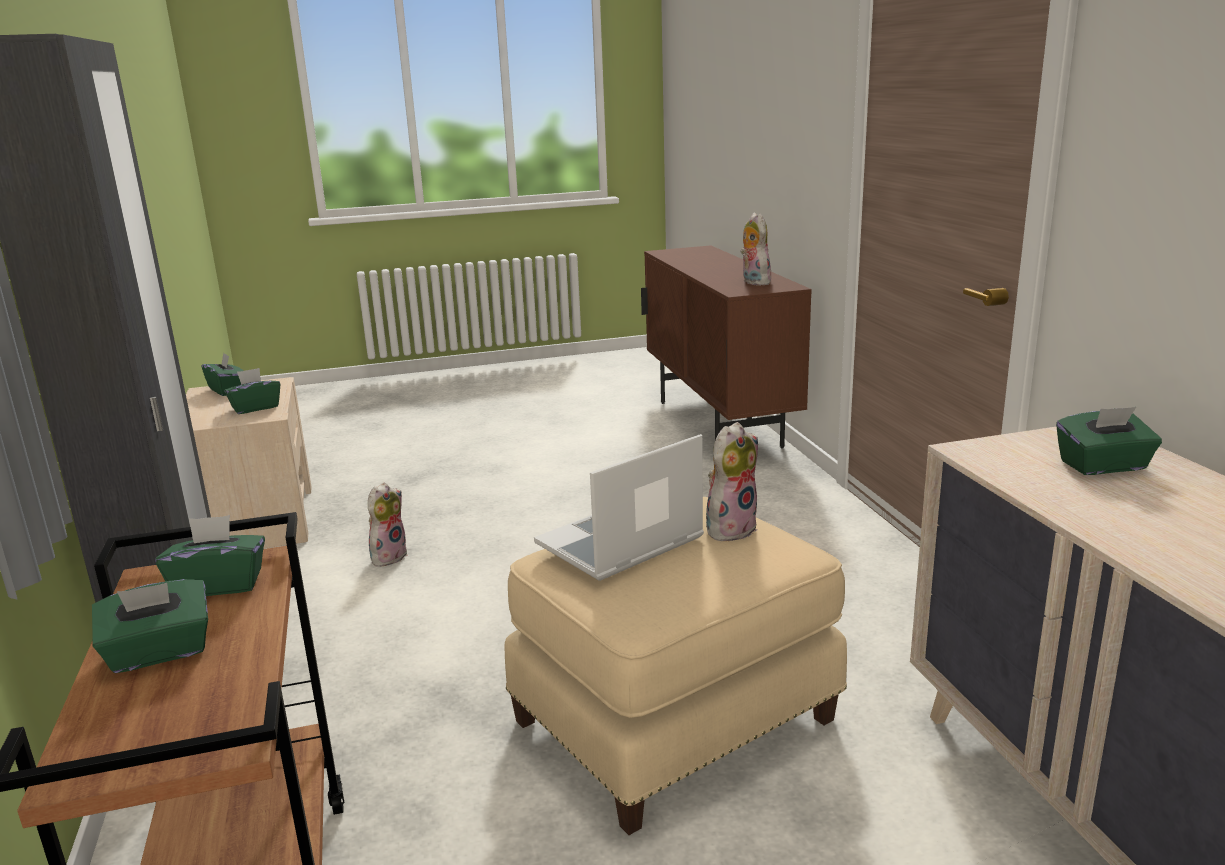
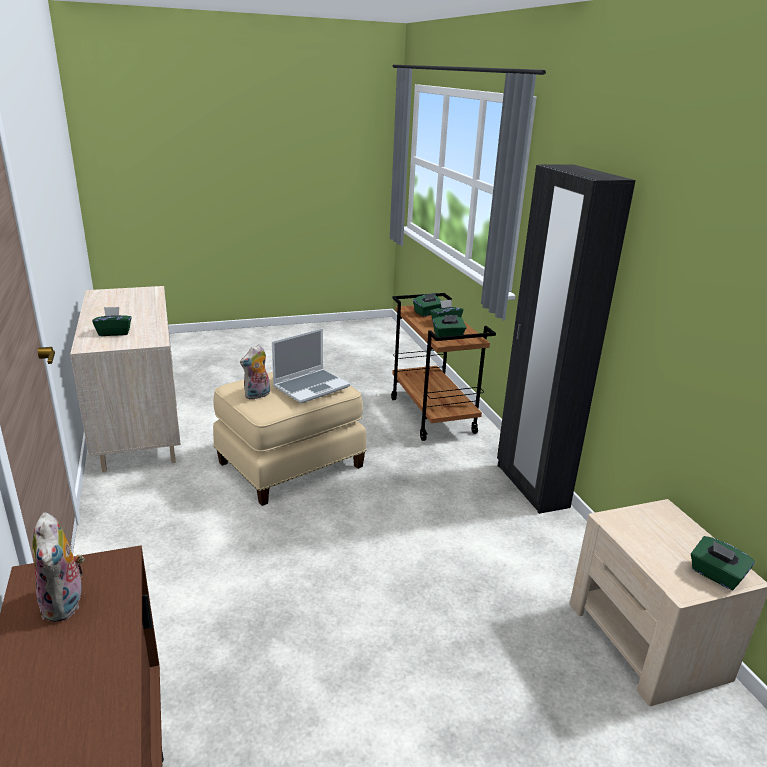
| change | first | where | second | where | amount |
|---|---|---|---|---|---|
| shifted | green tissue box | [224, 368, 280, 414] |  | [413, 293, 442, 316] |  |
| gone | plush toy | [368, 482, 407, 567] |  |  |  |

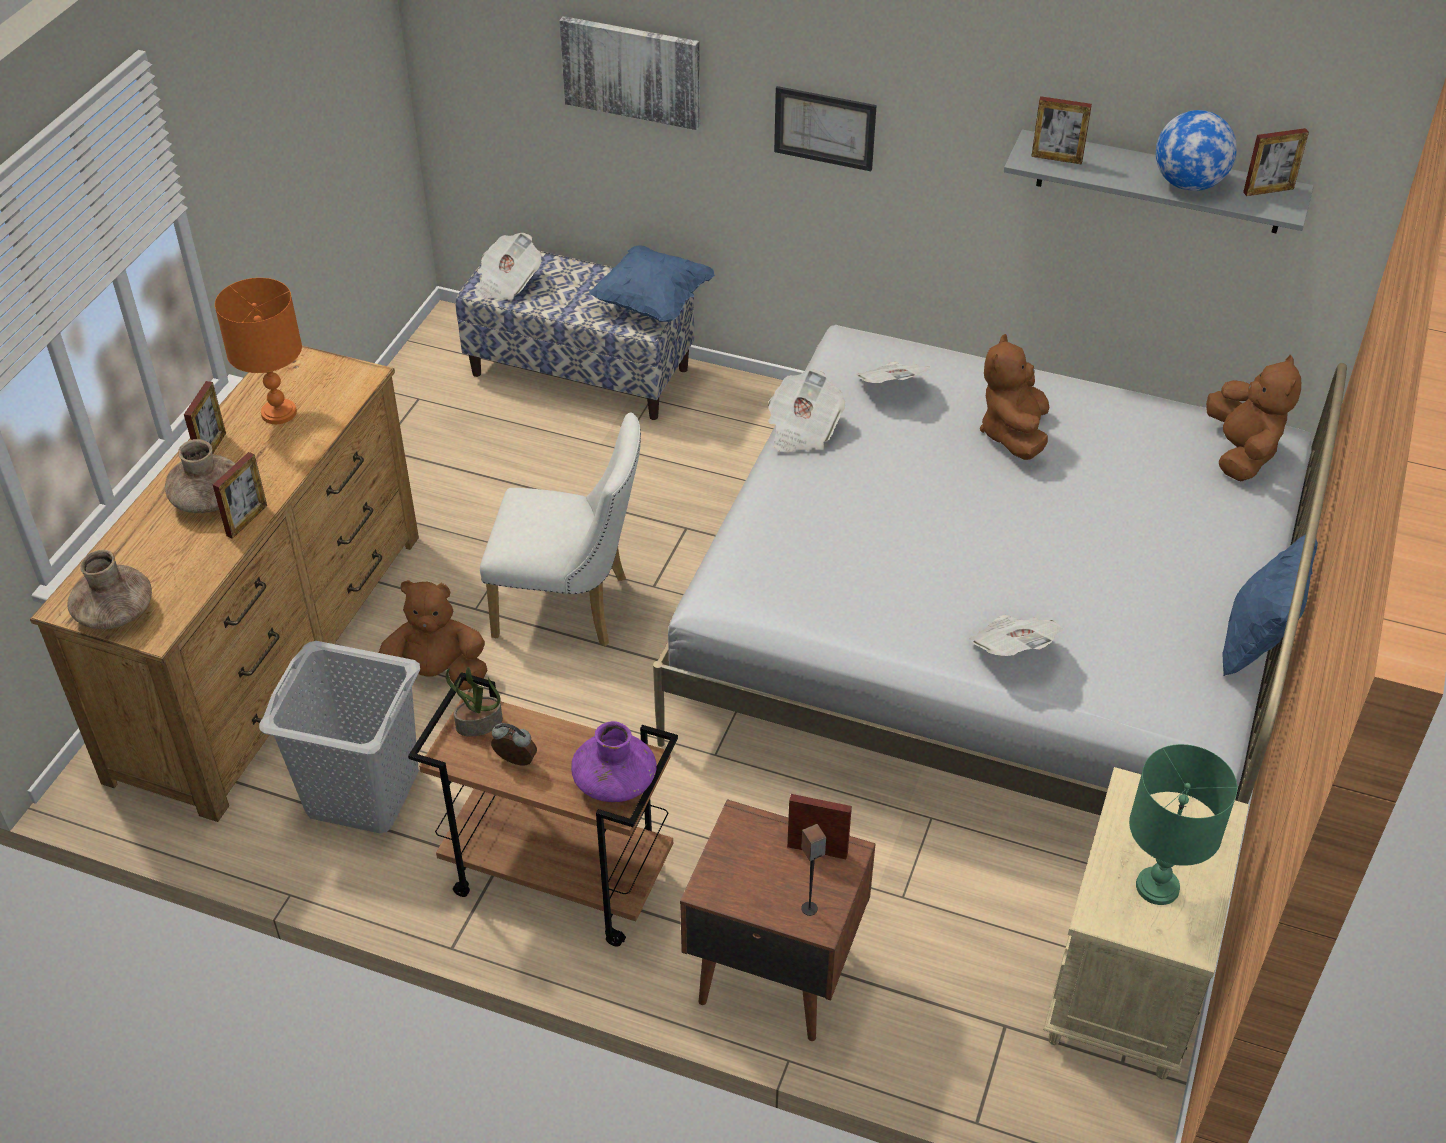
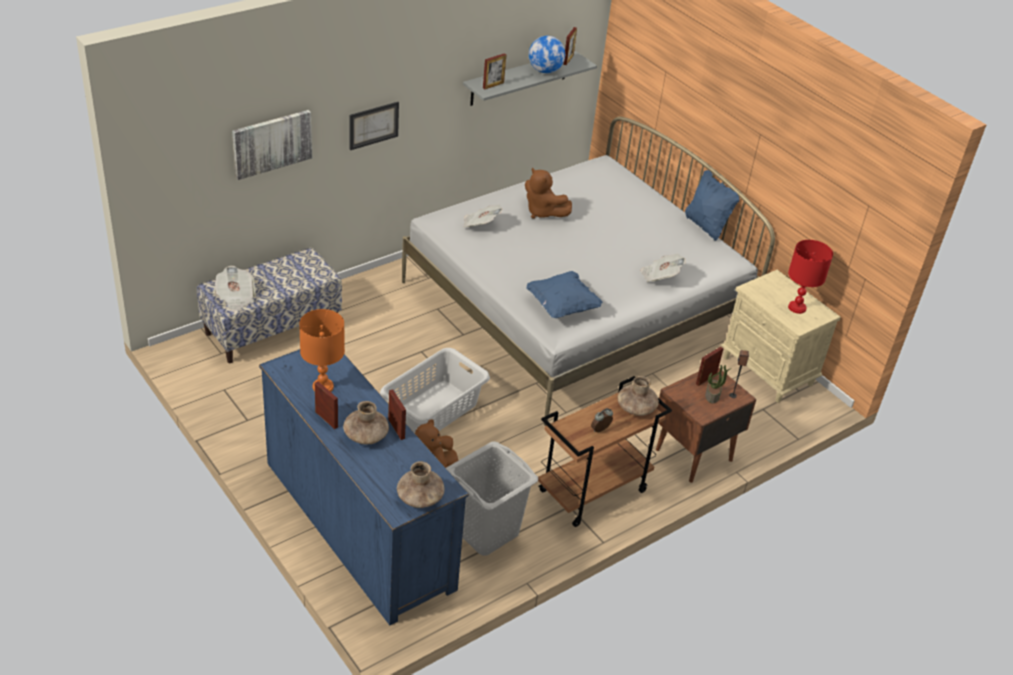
| change | first | where | second | where | amount |
|---|---|---|---|---|---|
| shifted | blue pillow | [589, 245, 716, 322] |  | [526, 271, 603, 318] |  |
| repainted | brown dresser | [30, 346, 419, 822] | blue dresser | [259, 349, 469, 625] |  |
| gone | brown plush toy | [1206, 355, 1301, 481] |  |  |  |
| gone | newspaper | [768, 369, 845, 452] |  |  |  |
| swapped | white chair | [480, 412, 641, 647] | grey laundry basket | [380, 348, 490, 433] |  |
| shifted | potted plant | [446, 667, 503, 737] |  | [705, 365, 732, 403] |  |
| repainted | purple vase | [571, 721, 657, 802] | brown vase | [617, 376, 659, 416] |  |
| repainted | green table lamp | [1129, 744, 1237, 905] | red table lamp | [788, 240, 833, 314] |  |

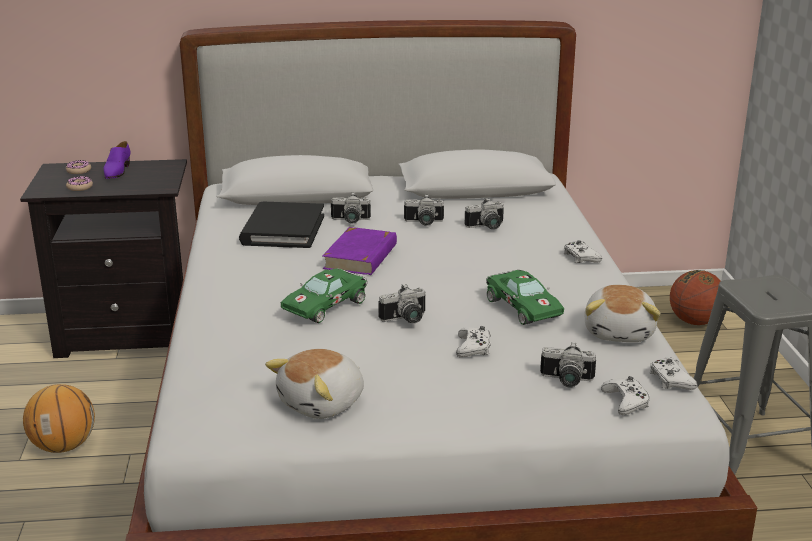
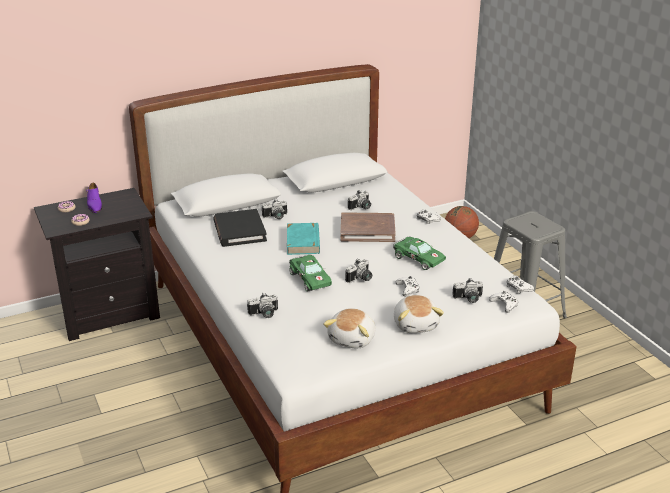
| change | first | where | second | where | amount |
|---|---|---|---|---|---|
| shifted | photo camera | [404, 194, 444, 226] |  | [247, 292, 278, 318] |  |
| repainted | purple book | [322, 227, 397, 275] | turquoise book | [287, 223, 320, 255] |  |
| rotated | green toy car | [281, 268, 367, 323] |  | [289, 254, 332, 292] | 45 degrees counterclockwise |
| shifted | plush toy | [584, 285, 660, 342] |  | [394, 295, 444, 333] |  |
| gone | basketball | [23, 384, 95, 453] |  |  |  |
| new |  |  | brown book | [340, 212, 396, 242] |  |

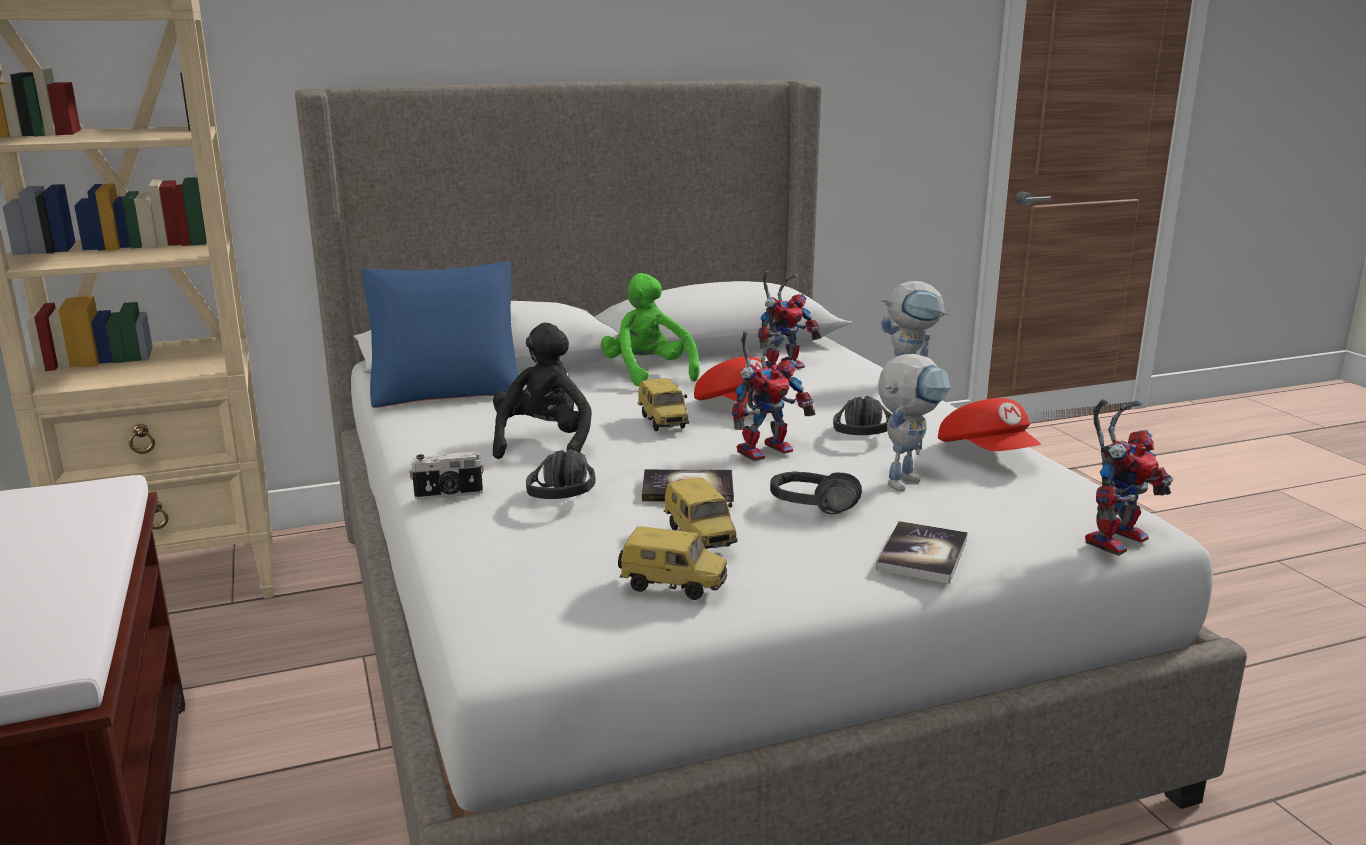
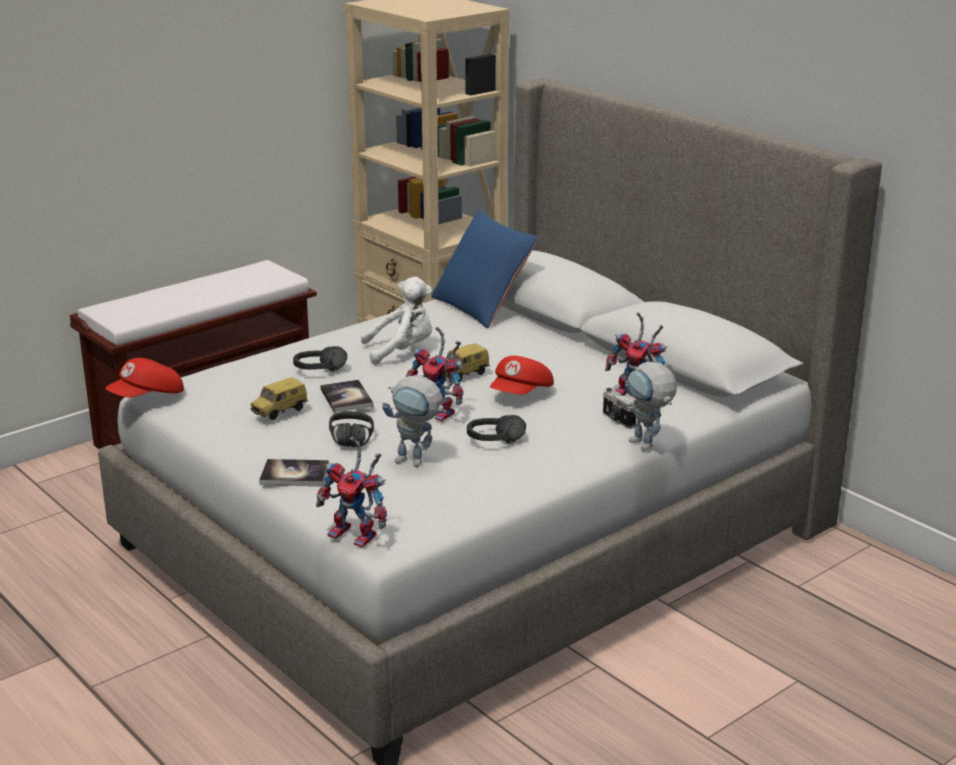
| change | first | where | second | where | amount |
|---|---|---|---|---|---|
| gone | green plush toy | [601, 273, 700, 386] |  |  |  |
| repainted | black plush toy | [493, 323, 592, 459] | white plush toy | [361, 277, 433, 365] |  |
| shifted | red cap | [938, 398, 1041, 451] |  | [106, 358, 184, 397] |  |
| shifted | photo camera | [409, 451, 484, 500] |  | [603, 388, 636, 429] |  |
| gone | toy car | [618, 526, 727, 600] |  |  |  |

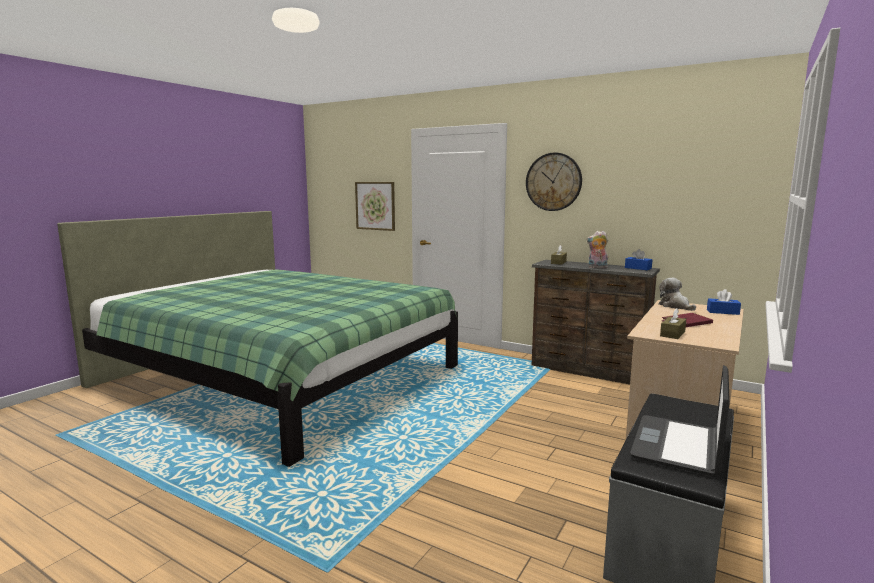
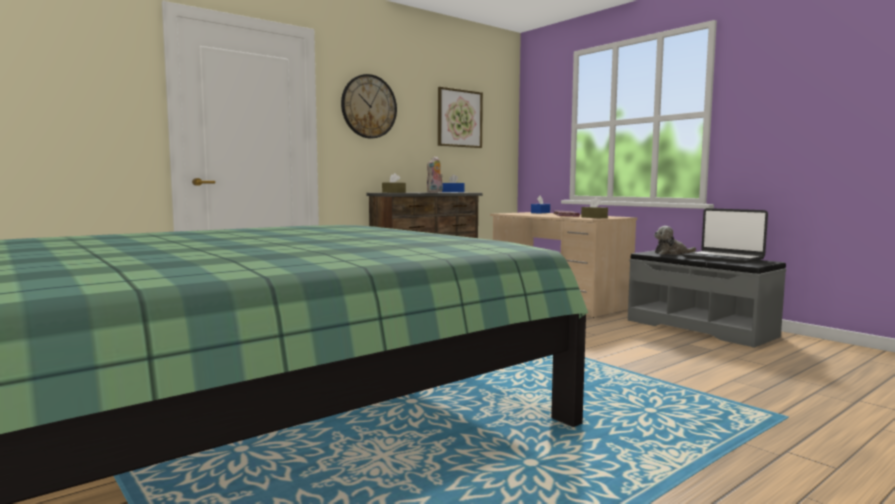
| change | first | where | second | where | amount |
|---|---|---|---|---|---|
| shifted | picture | [355, 182, 395, 231] |  | [438, 87, 483, 148] |  |
| shifted | plush toy | [658, 278, 696, 311] |  | [654, 226, 696, 255] |  |

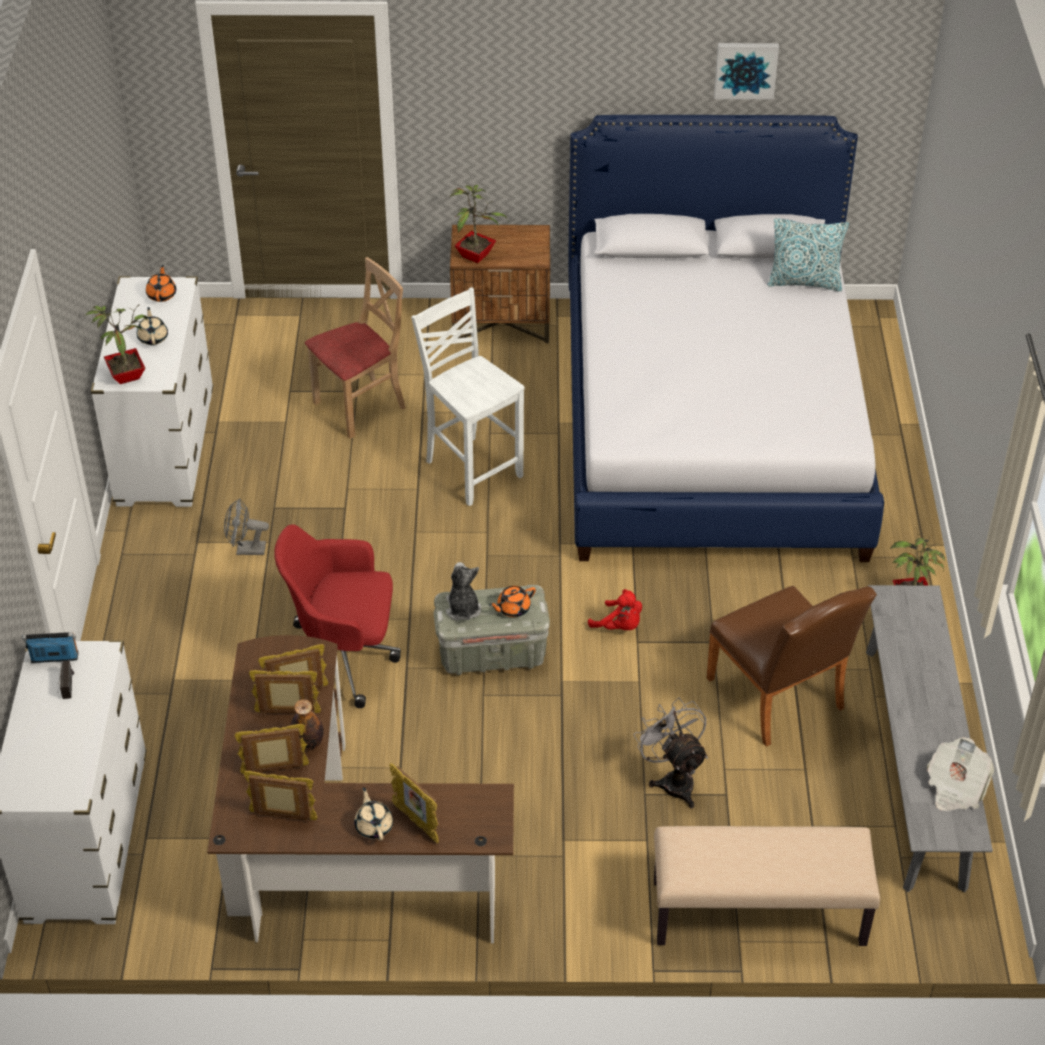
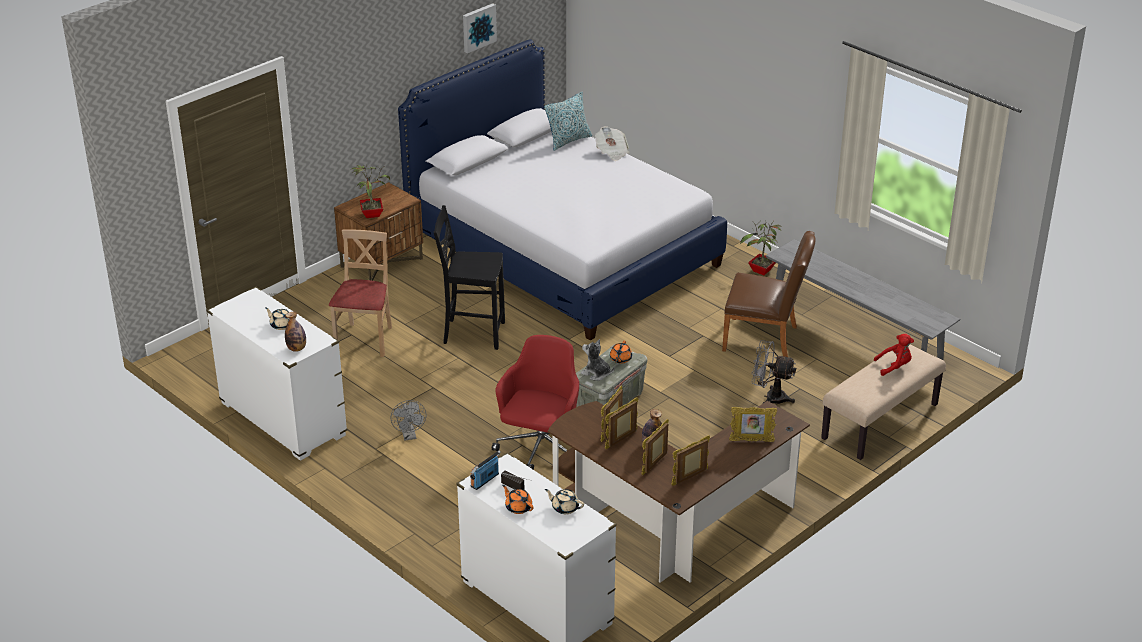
| change | first | where | second | where | amount |
|---|---|---|---|---|---|
| shifted | orange teapot | [146, 265, 176, 302] |  | [502, 485, 534, 514] |  |
| repainted | white chair | [411, 287, 525, 506] | black chair | [434, 205, 505, 350] |  |
| swapped | potted plant | [85, 304, 147, 384] | bottle | [285, 312, 306, 352] |  |
| rotated | grey fan | [224, 498, 269, 555] |  | [391, 400, 426, 441] | 60 degrees counterclockwise |
| rotated | red office chair | [274, 524, 401, 708] |  | [492, 335, 579, 470] | 150 degrees clockwise |
| shifted | red plush toy | [588, 589, 642, 630] |  | [874, 334, 914, 376] |  |
| shifted | newspaper | [927, 737, 994, 811] |  | [595, 126, 630, 161] |  |
| shifted | beige teapot | [354, 787, 393, 841] |  | [545, 489, 584, 514] |  |

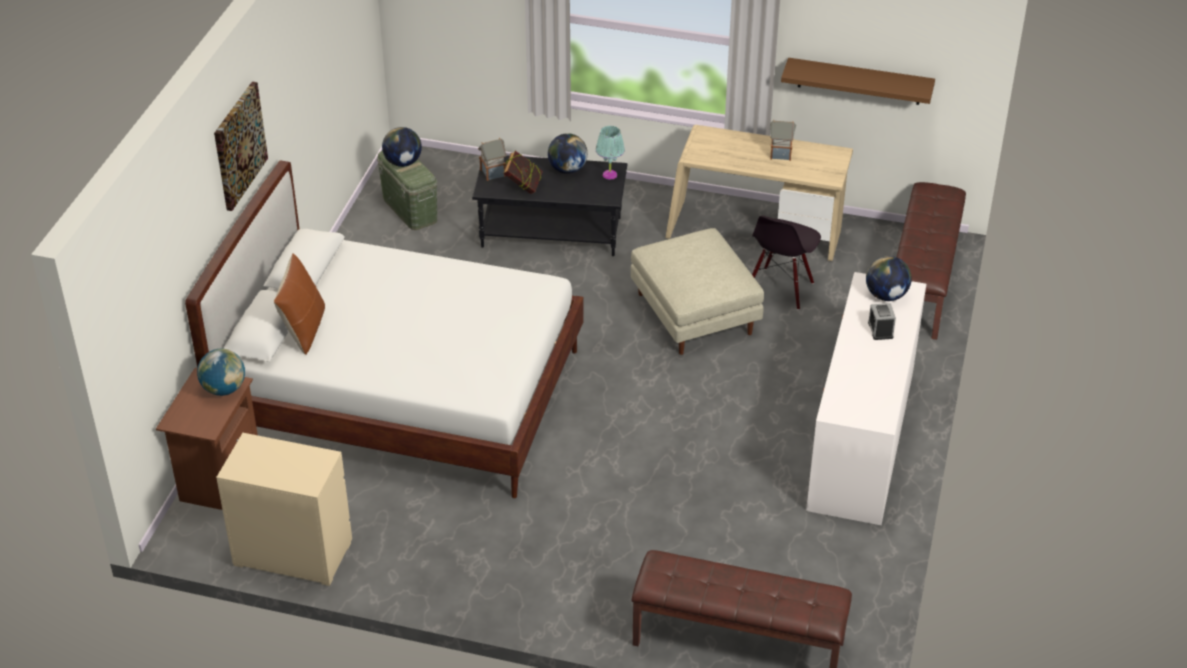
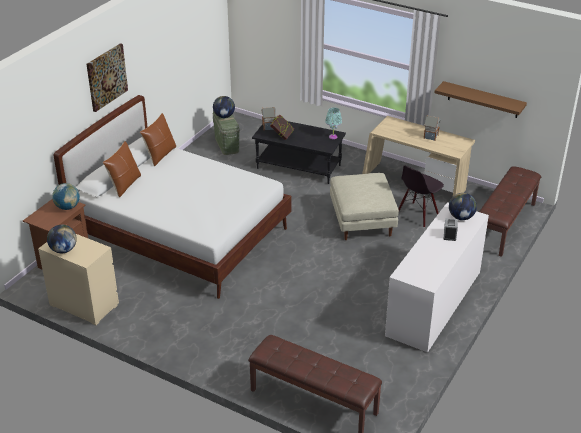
| change | first | where | second | where | amount |
|---|---|---|---|---|---|
| shifted | globe | [548, 133, 588, 174] |  | [47, 225, 77, 253] |  |
| new |  |  | brown pillow | [140, 113, 176, 166] |  |

